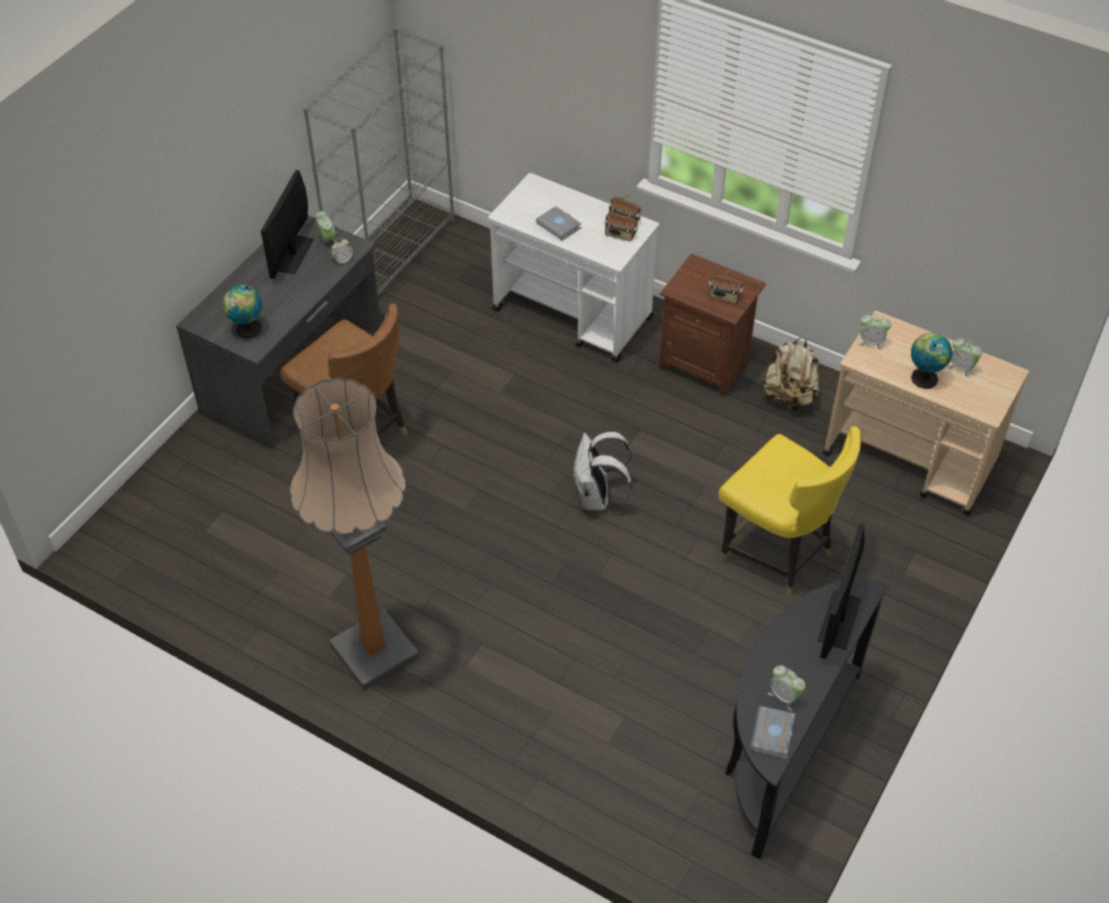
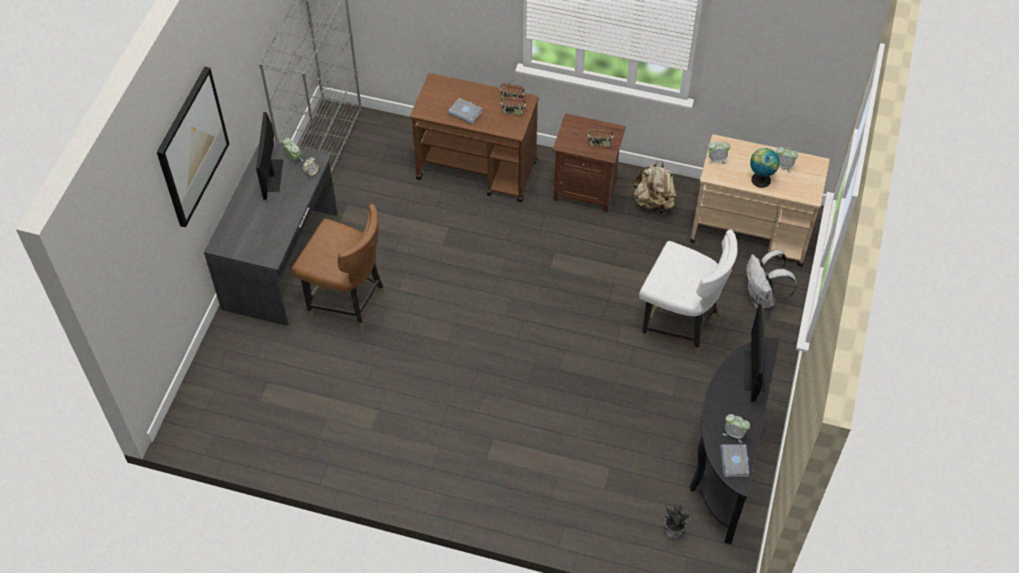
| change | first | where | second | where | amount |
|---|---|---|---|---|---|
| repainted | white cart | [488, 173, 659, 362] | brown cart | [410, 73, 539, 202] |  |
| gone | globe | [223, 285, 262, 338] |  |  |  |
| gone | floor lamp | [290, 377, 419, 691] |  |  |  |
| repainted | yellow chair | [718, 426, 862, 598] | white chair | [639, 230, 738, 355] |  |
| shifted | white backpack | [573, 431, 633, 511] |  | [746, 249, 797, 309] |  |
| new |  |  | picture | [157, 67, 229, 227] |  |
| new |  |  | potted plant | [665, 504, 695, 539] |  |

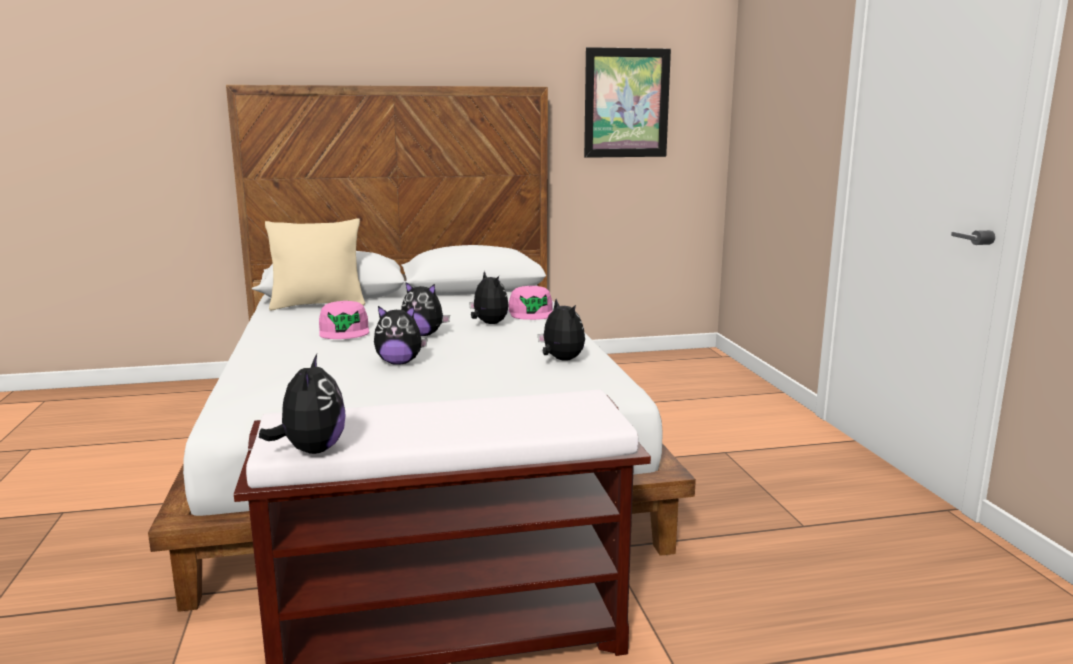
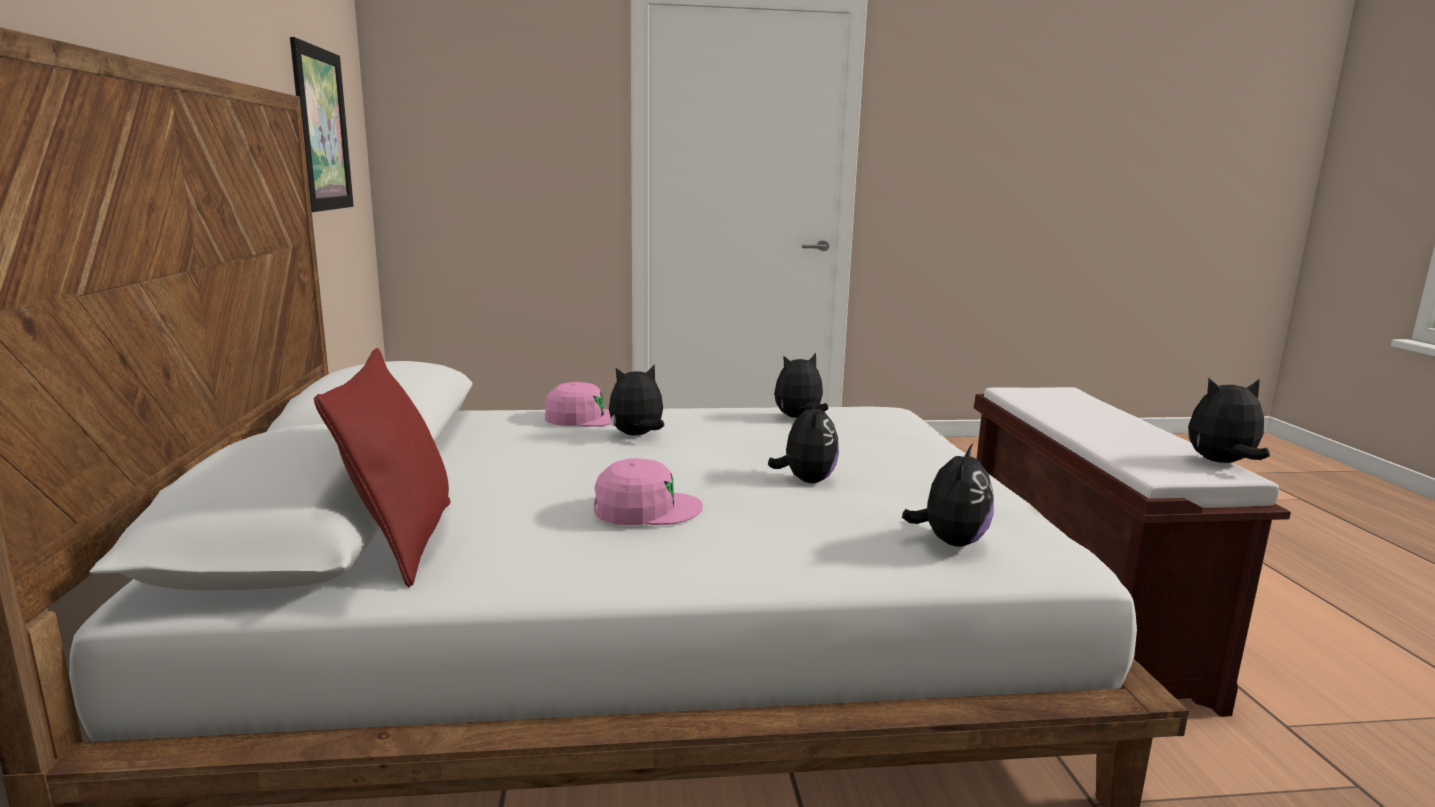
| change | first | where | second | where | amount |
|---|---|---|---|---|---|
| repainted | beige pillow | [265, 218, 365, 310] | red pillow | [314, 348, 451, 587] |  |
| shifted | plush toy | [401, 281, 450, 336] |  | [902, 443, 994, 547] |  |

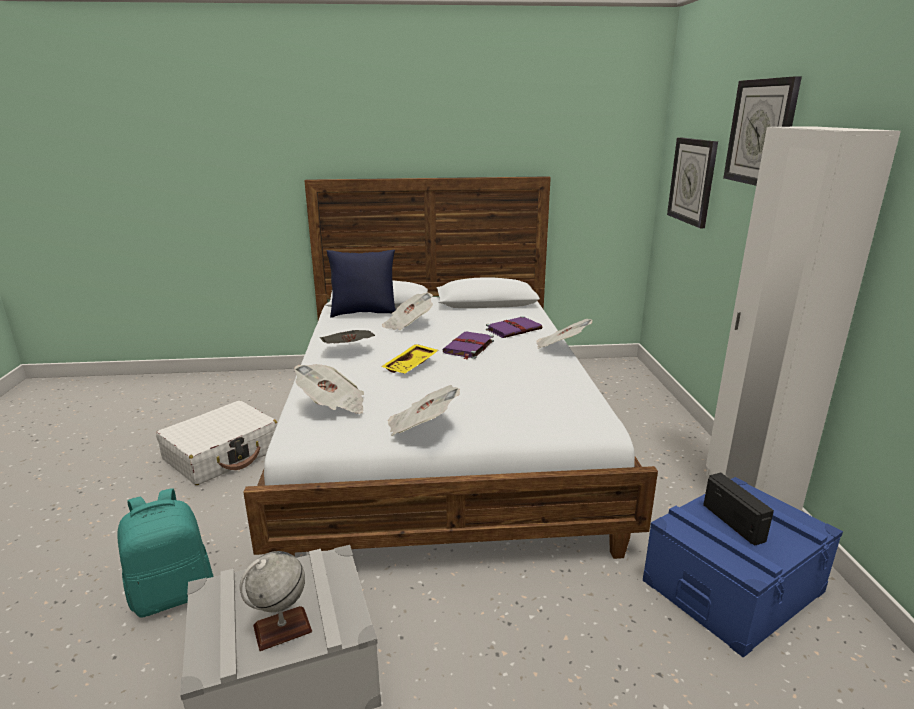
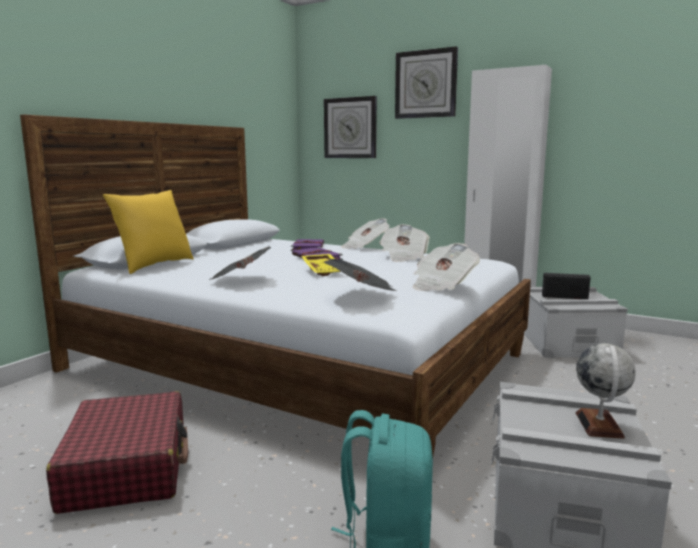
| change | first | where | second | where | amount |
|---|---|---|---|---|---|
| repainted | blue pillow | [327, 250, 396, 318] | yellow pillow | [103, 190, 194, 274] |  |
| shifted | newspaper | [382, 293, 433, 330] |  | [379, 224, 430, 262] |  |
| repainted | white suitcase | [156, 401, 278, 485] | red suitcase | [46, 391, 188, 514] |  |
| repainted | blue storage box | [643, 477, 843, 658] | grey storage box | [524, 287, 628, 358] |  |

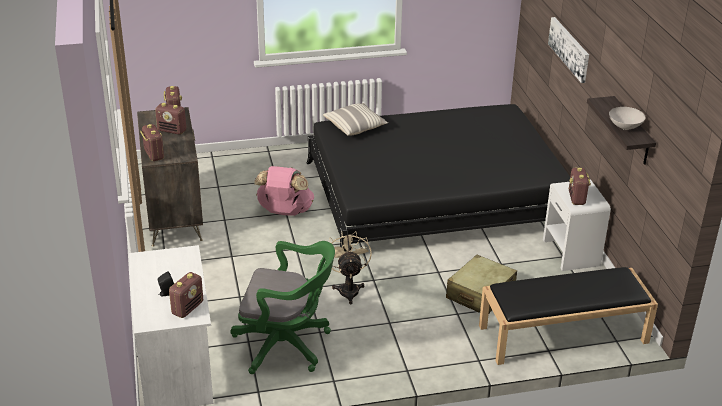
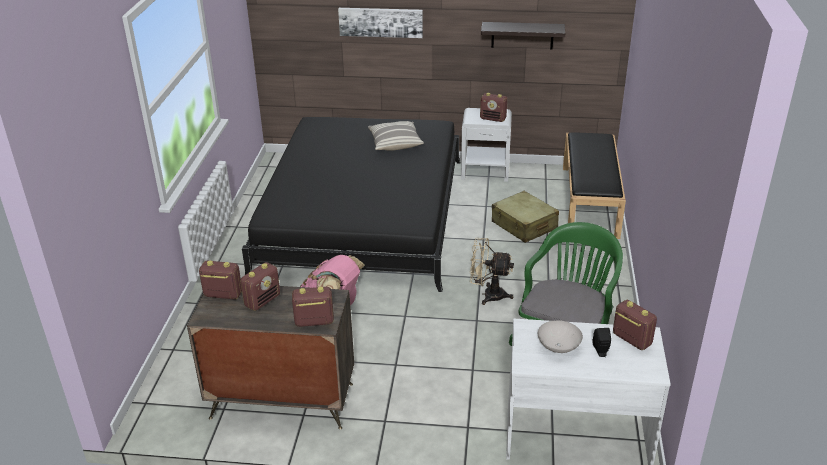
| change | first | where | second | where | amount |
|---|---|---|---|---|---|
| shifted | pillow | [323, 103, 388, 136] |  | [368, 121, 424, 150] |  |
| shifted | white bowl | [609, 107, 646, 130] |  | [538, 320, 583, 353] |  |

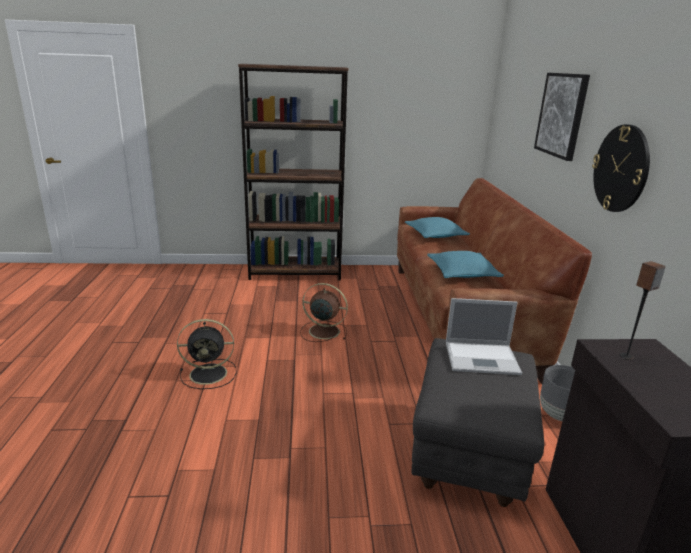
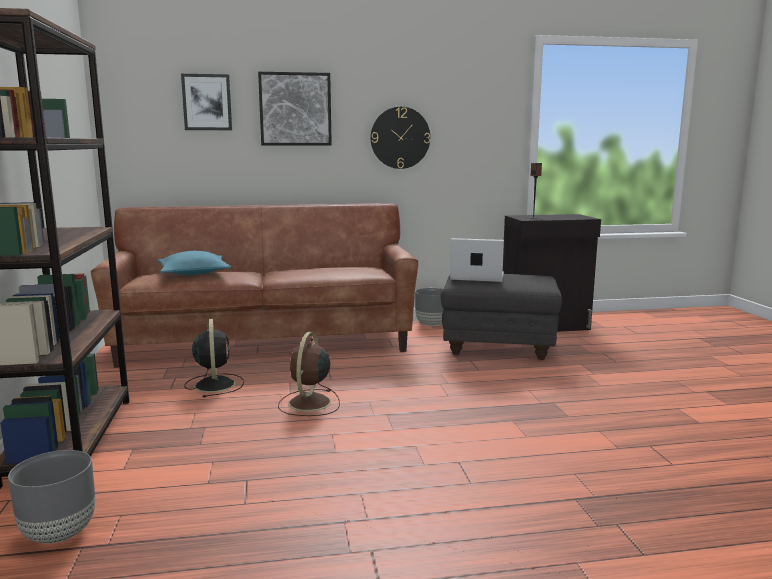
| change | first | where | second | where | amount |
|---|---|---|---|---|---|
| gone | turquoise pillow | [427, 251, 504, 278] |  |  |  |
| rotated | laptop | [446, 298, 522, 375] |  | [450, 238, 504, 282] | 75 degrees counterclockwise |
| shifted | black fan | [177, 319, 236, 389] |  | [184, 319, 244, 398] |  |
| new |  |  | picture | [181, 74, 232, 130] |  |
| new |  |  | grey planter | [8, 450, 95, 544] |  |

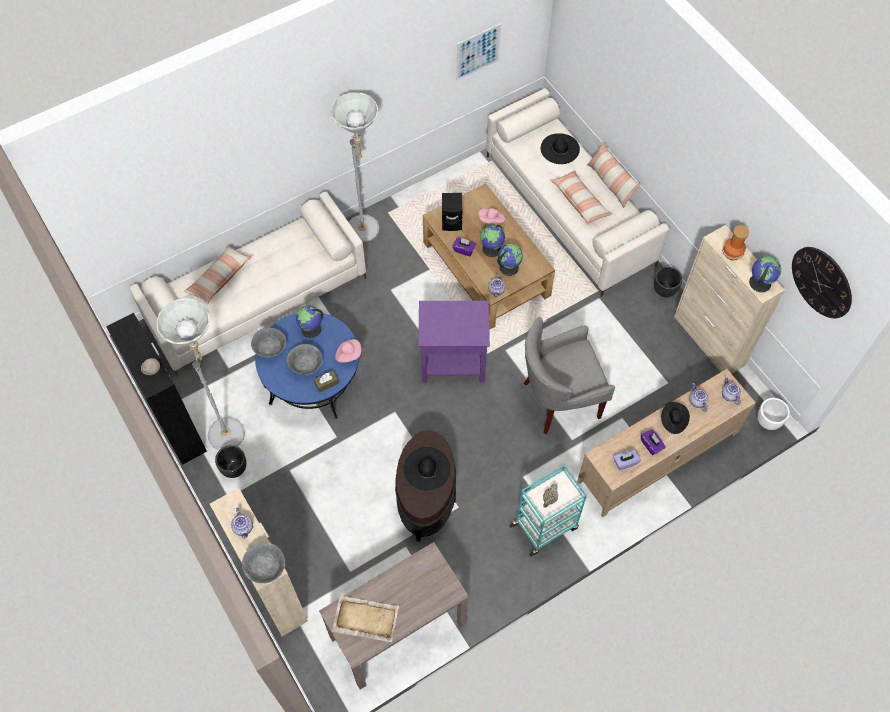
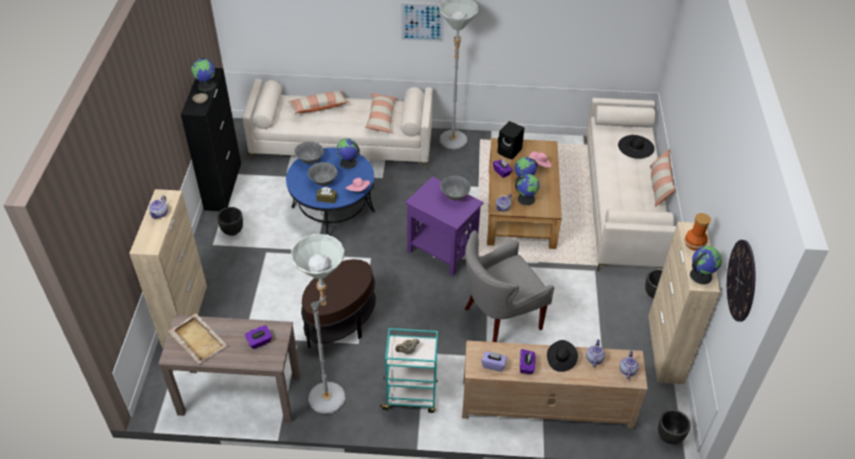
| change | first | where | second | where | amount |
|---|---|---|---|---|---|
| shifted | picture | [457, 23, 501, 81] |  | [400, 2, 445, 42] |  |
| shifted | pillow | [550, 170, 612, 225] |  | [365, 93, 397, 133] |  |
| shifted | grey floor lamp | [157, 298, 245, 450] |  | [291, 234, 345, 414] |  |
| rotated | grey armchair | [524, 317, 615, 435] |  | [465, 230, 554, 342] | 45 degrees counterclockwise |
| repainted | white planter | [757, 398, 790, 430] | black planter | [658, 410, 691, 445] |  |
| gone | black hat | [404, 447, 451, 491] |  |  |  |
| shifted | grey bowl | [242, 542, 285, 584] |  | [440, 176, 471, 200] |  |
| new |  |  | globe | [191, 58, 216, 91] |  |
| new |  |  | purple tissue box | [245, 325, 272, 349] |  |

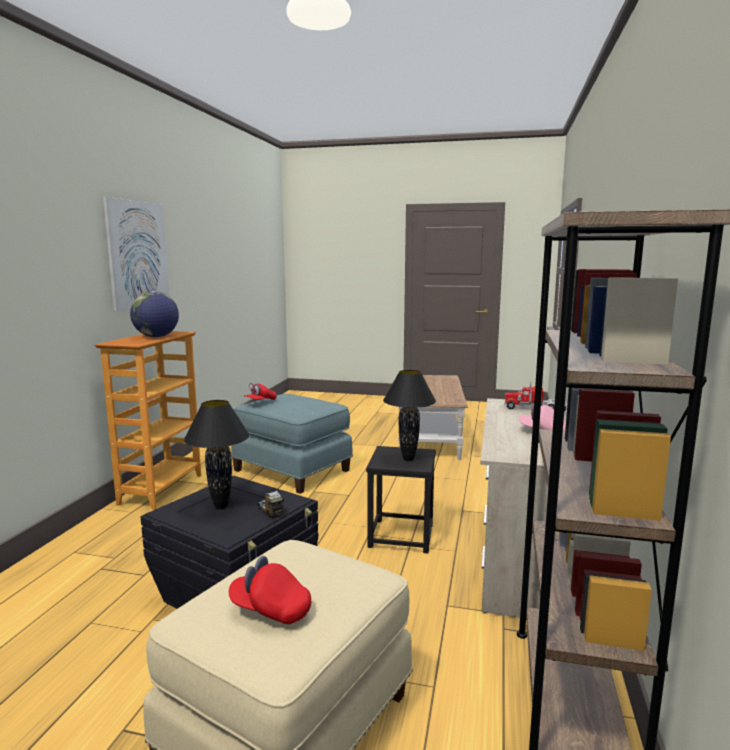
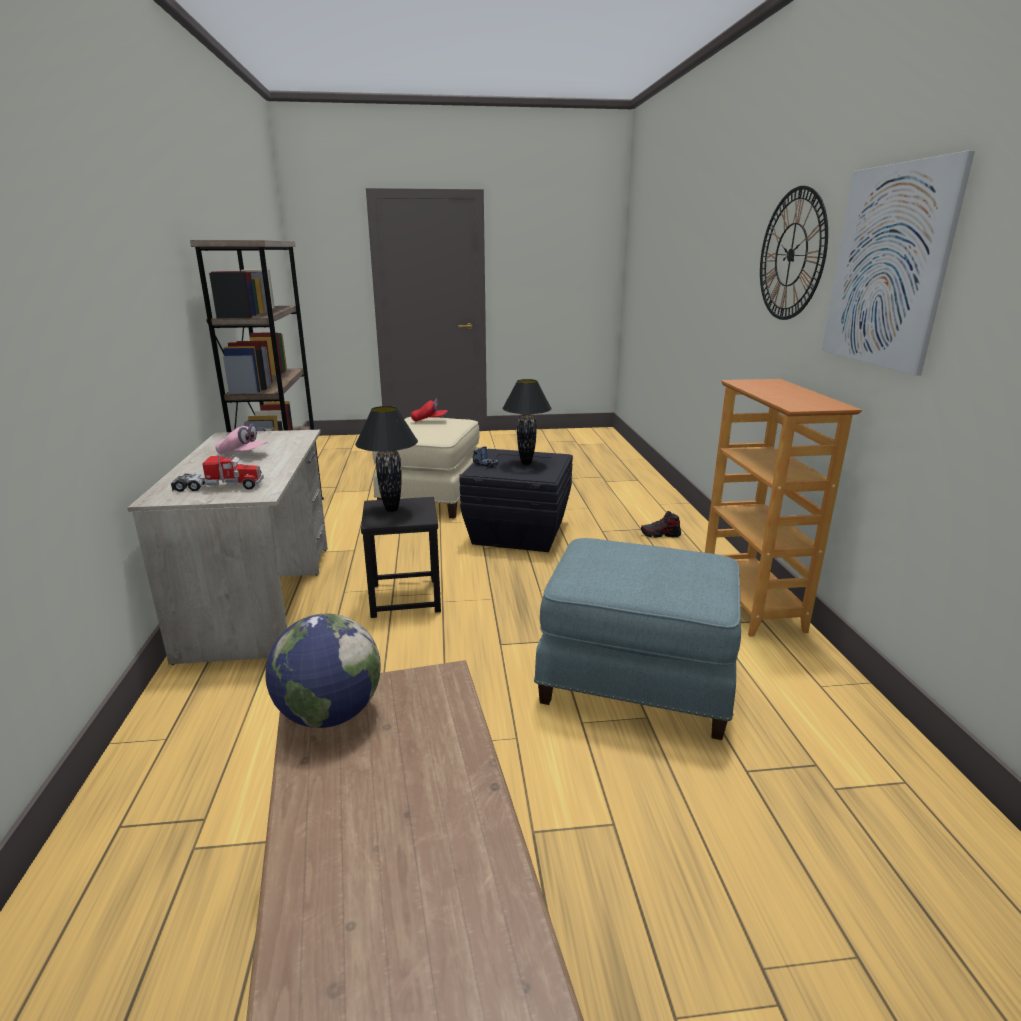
| change | first | where | second | where | amount |
|---|---|---|---|---|---|
| shifted | globe | [130, 291, 179, 337] |  | [266, 614, 381, 728] |  |
| gone | red cap | [244, 383, 277, 400] |  |  |  |
| new |  |  | wall clock | [760, 186, 828, 320] |  |
| new |  |  | shoe | [641, 511, 681, 538] |  |

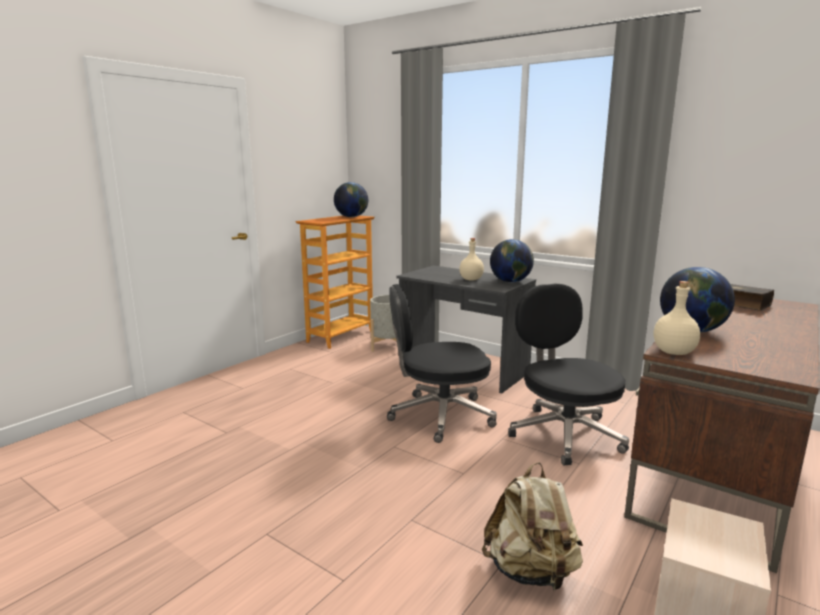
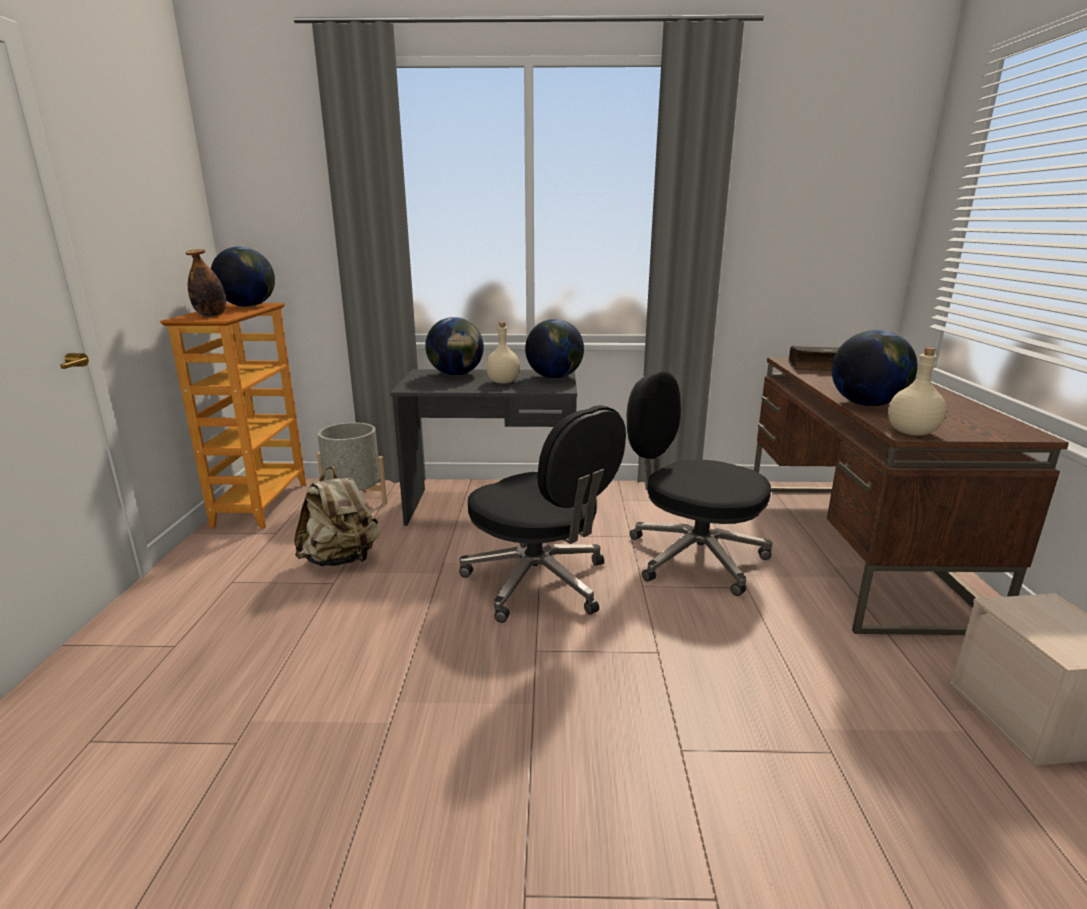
| change | first | where | second | where | amount |
|---|---|---|---|---|---|
| rotated | black office chair | [387, 284, 497, 443] |  | [459, 405, 626, 623] | 90 degrees counterclockwise |
| shifted | beige backpack | [482, 462, 583, 592] |  | [294, 467, 380, 566] |  |
| new |  |  | bottle | [185, 249, 226, 317] |  |
| new |  |  | globe | [425, 317, 484, 375] |  |

